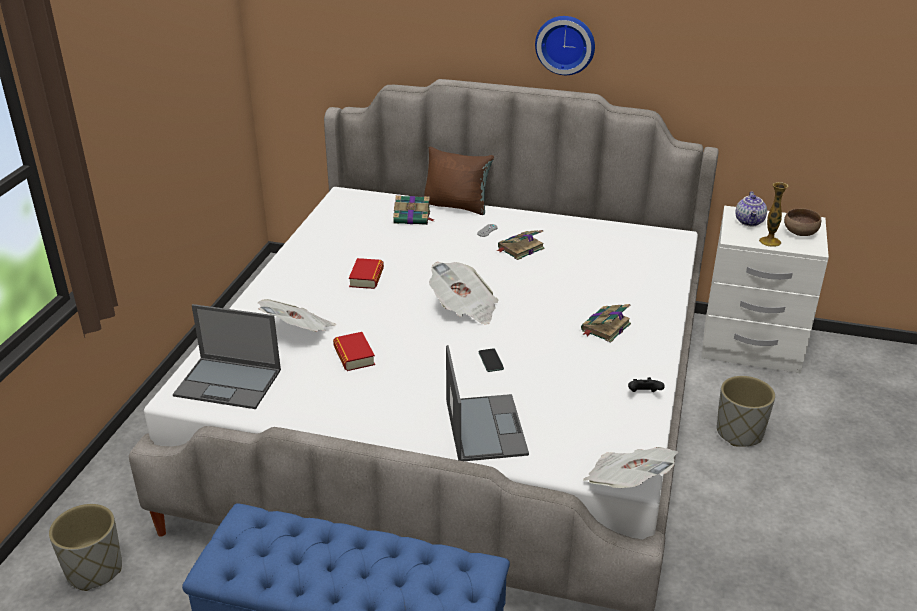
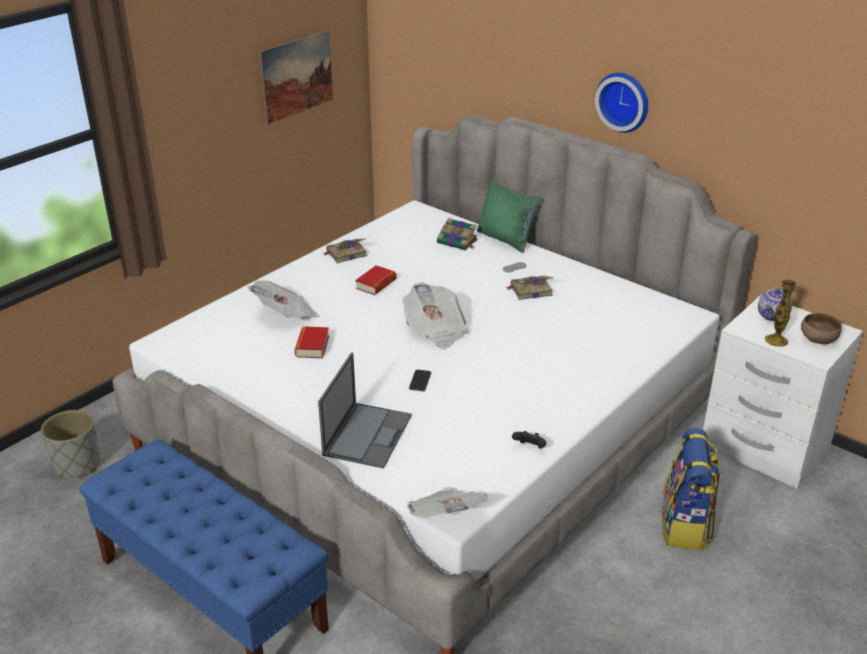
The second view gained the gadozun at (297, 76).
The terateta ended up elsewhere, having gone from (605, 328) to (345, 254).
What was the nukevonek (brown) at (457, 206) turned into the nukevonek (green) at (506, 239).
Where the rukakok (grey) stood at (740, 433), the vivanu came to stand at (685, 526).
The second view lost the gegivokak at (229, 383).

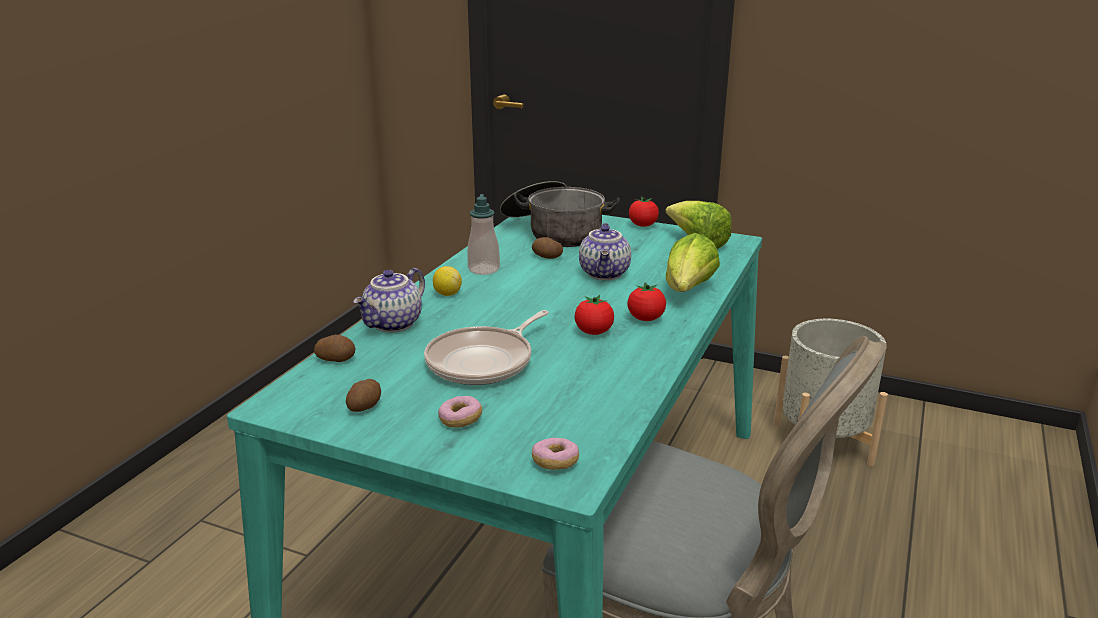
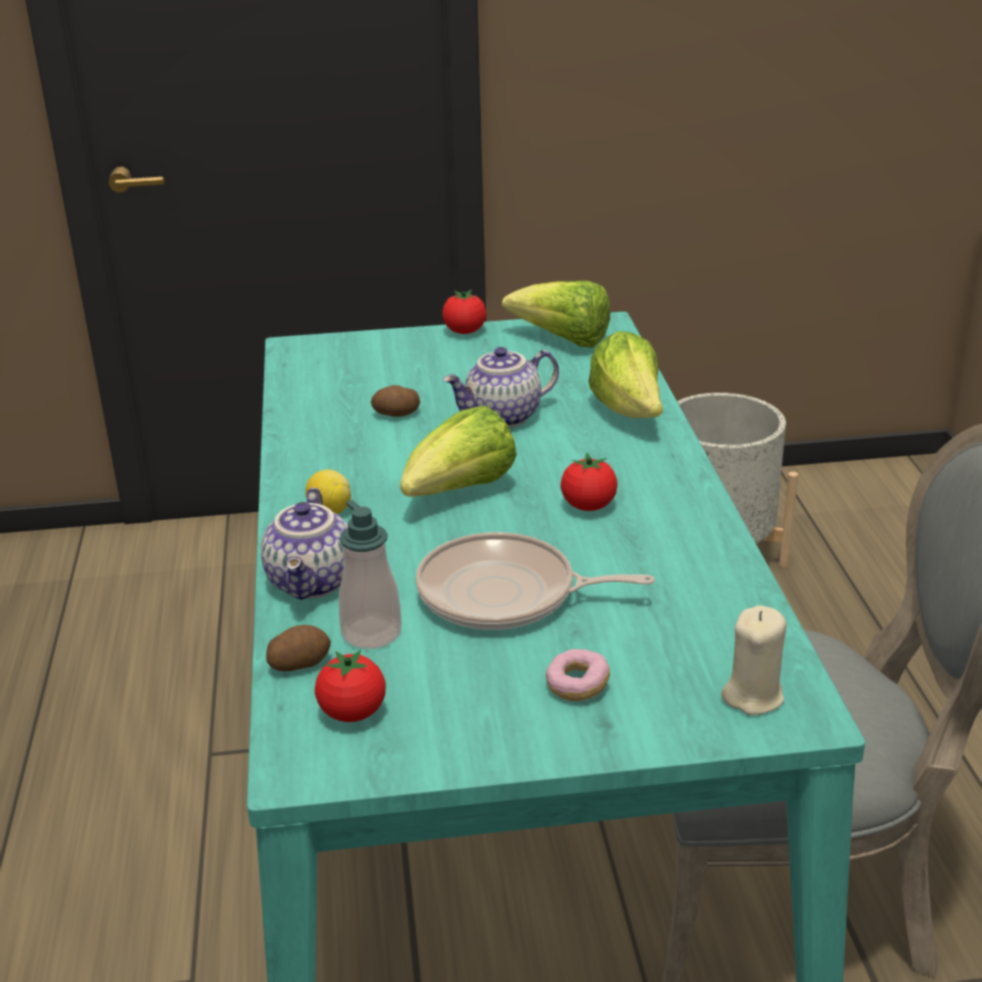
The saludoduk ended up elsewhere, having gone from (646, 319) to (352, 713).
The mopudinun ended up elsewhere, having gone from (484, 269) to (371, 633).
The second view gained the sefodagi at (460, 492).
The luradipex at (484, 362) ended up facing another way, 90 degrees clockwise from before.
The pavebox at (605, 274) ended up facing another way, 90 degrees clockwise from before.
Where the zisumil stood at (555, 462), the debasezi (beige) came to stand at (753, 696).
The second view lost the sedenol at (365, 407).
The second view lost the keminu at (554, 232).

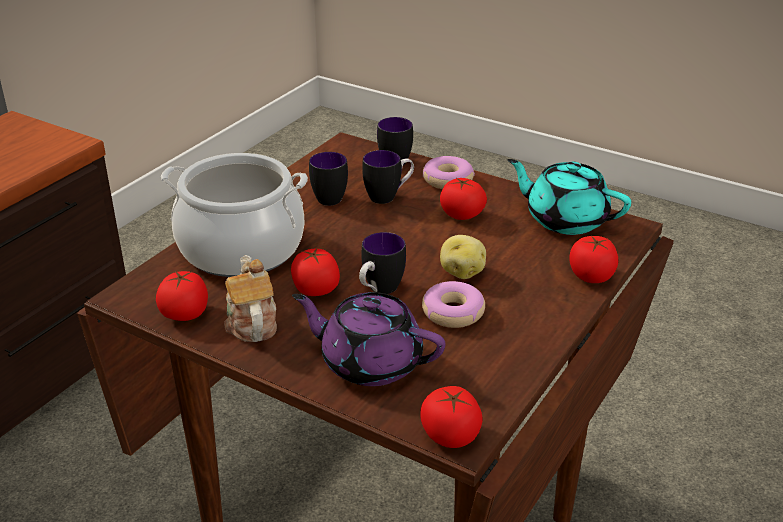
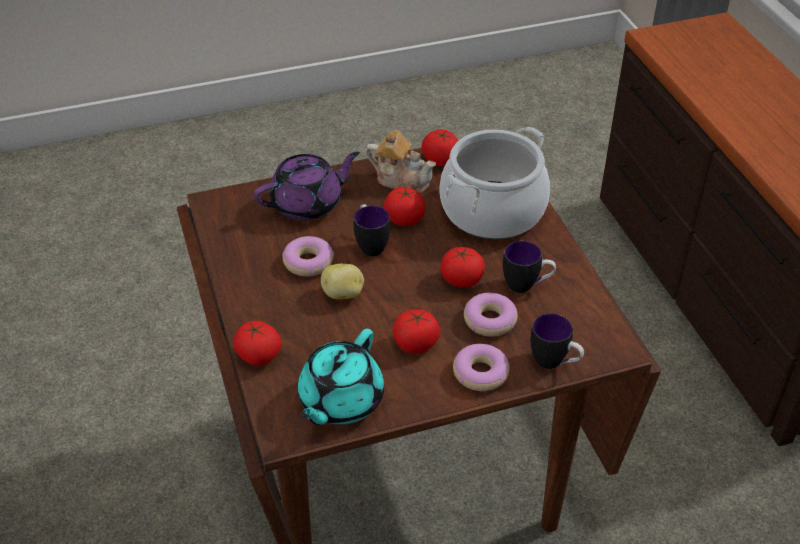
The pavebox (turquoise) at (565, 219) ended up facing another way, 135 degrees clockwise from before.
The saludoduk ended up elsewhere, having gone from (450, 435) to (461, 280).
Where the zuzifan stood at (388, 196), the zisumil came to stand at (490, 320).

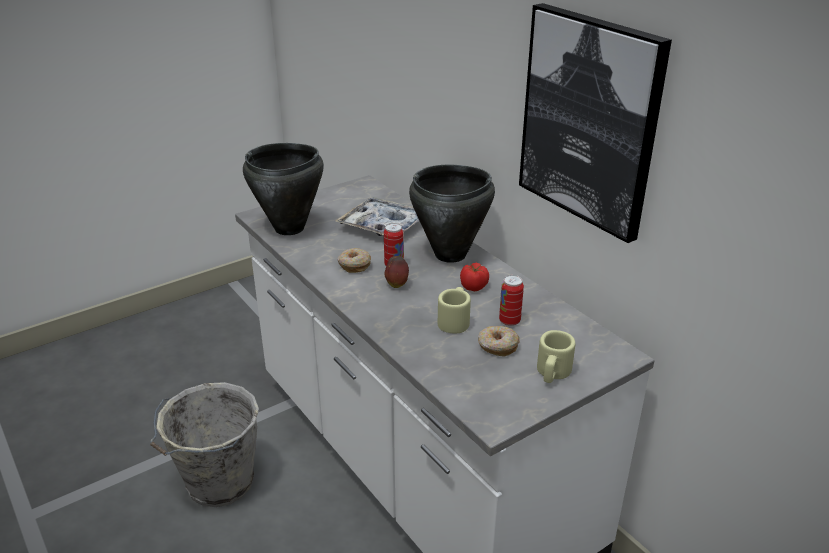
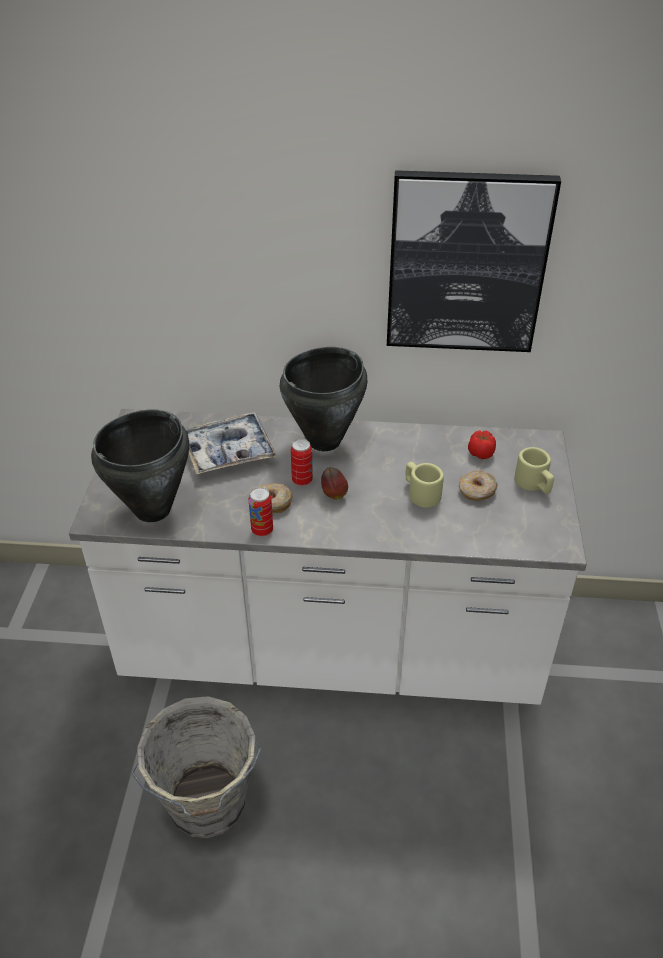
The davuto ended up elsewhere, having gone from (509, 321) to (262, 530).
The saludoduk ended up elsewhere, having gone from (474, 286) to (481, 453).

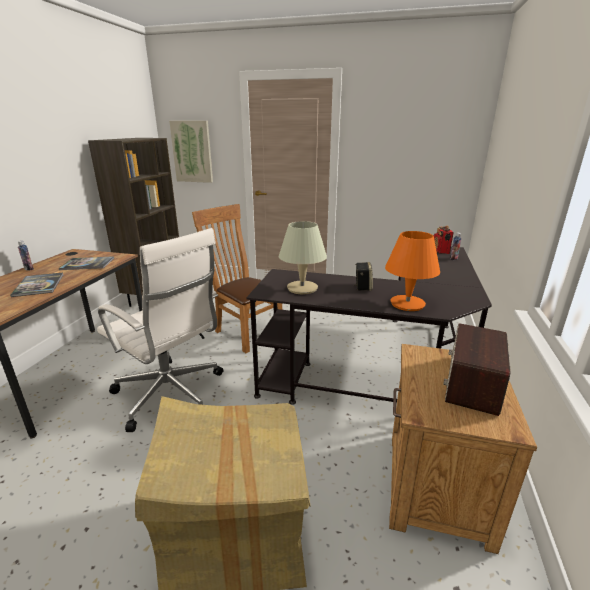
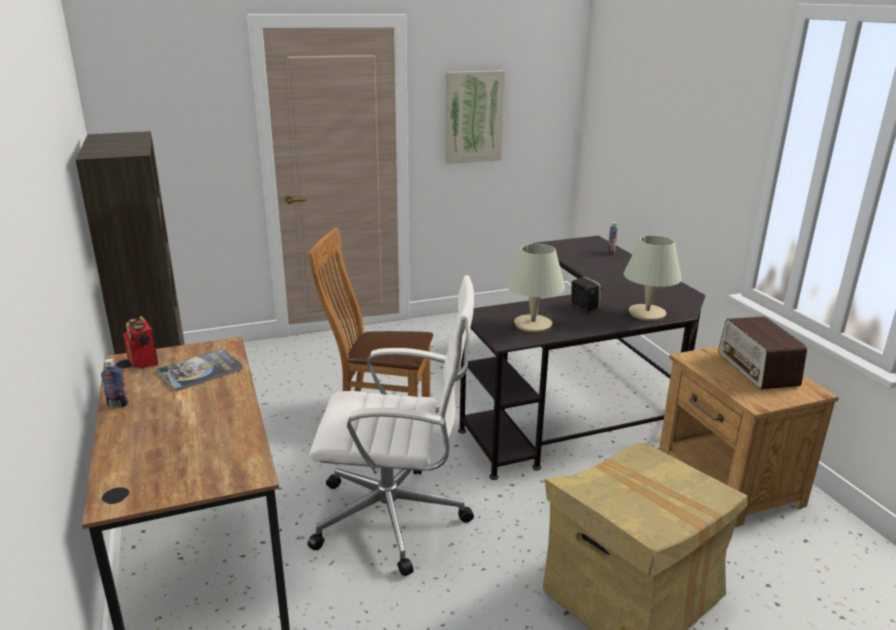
The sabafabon ended up elsewhere, having gone from (440, 251) to (143, 362).
The gadozun ended up elsewhere, having gone from (192, 152) to (473, 117).
What was the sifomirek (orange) at (407, 304) turned into the sifomirek (beige) at (647, 313).
The second view lost the terateta at (39, 285).

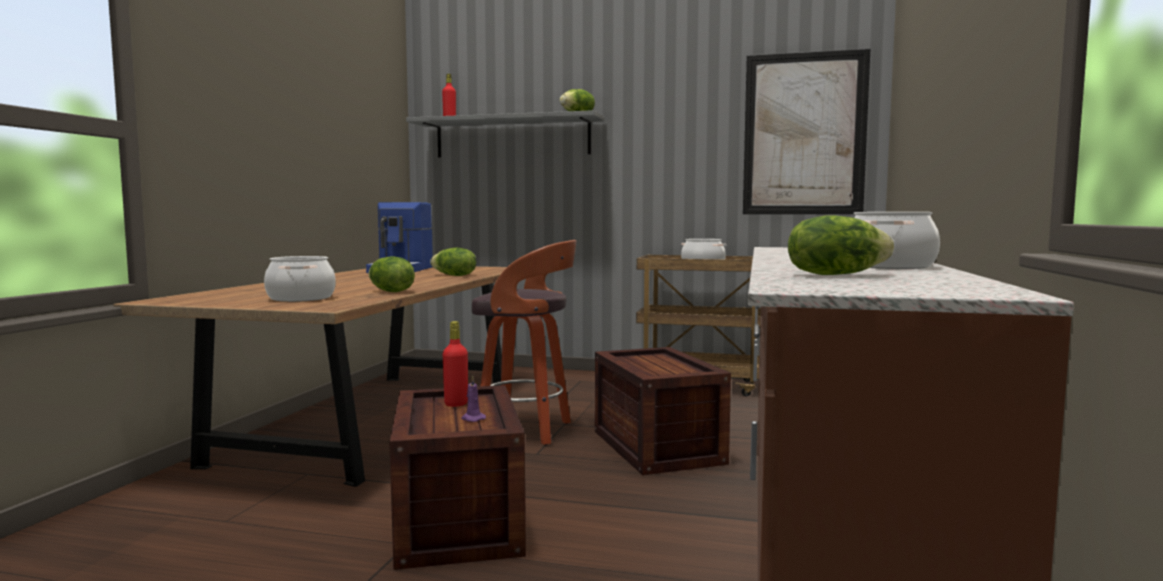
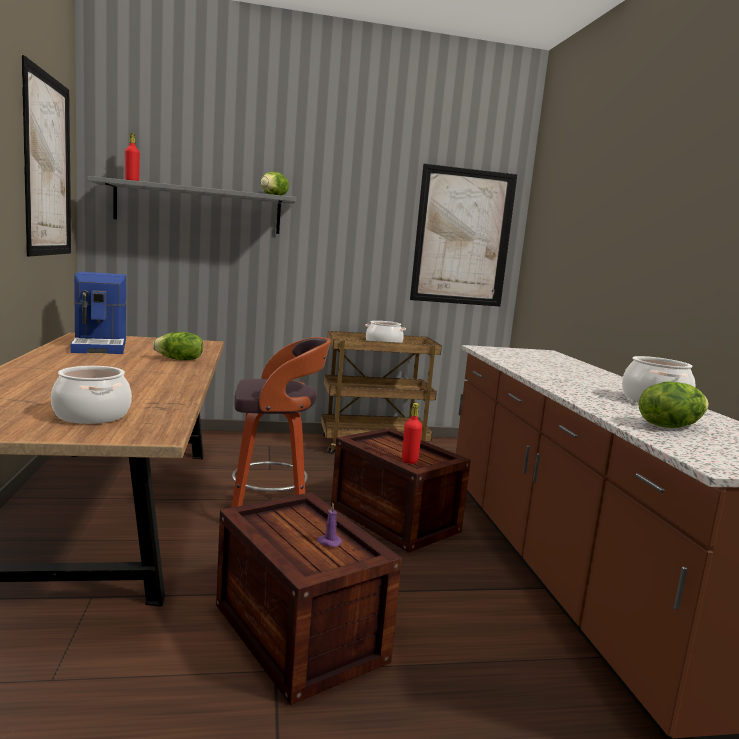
The second view gained the gadozun at (48, 166).
The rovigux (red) ended up elsewhere, having gone from (456, 404) to (409, 461).
The second view lost the sefodagi at (390, 291).

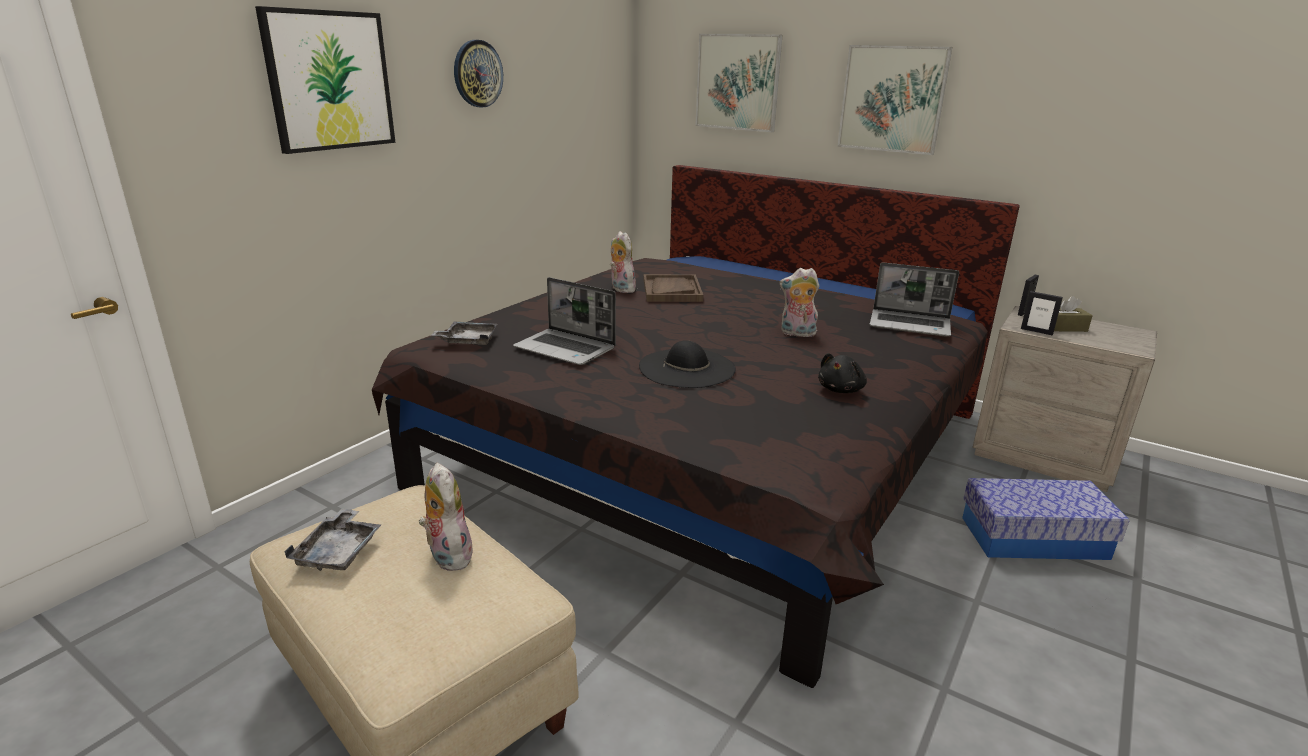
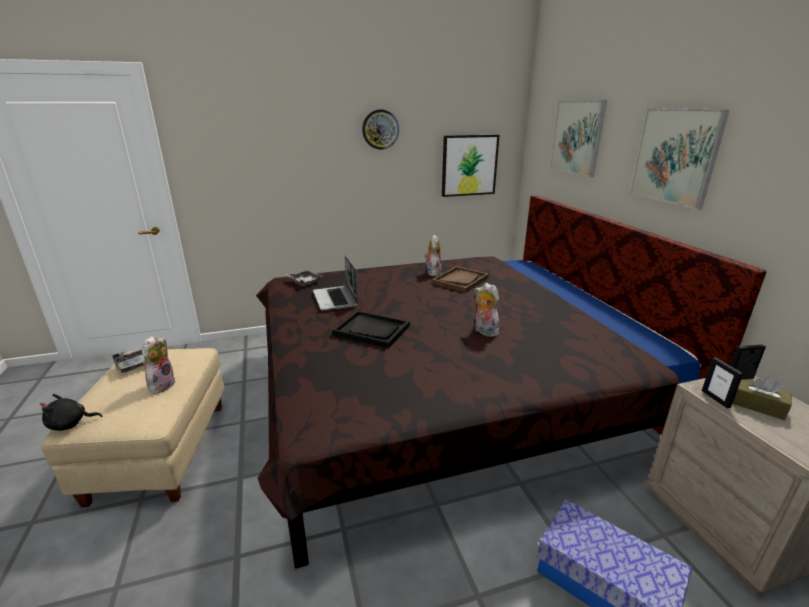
The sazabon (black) ended up elsewhere, having gone from (841, 389) to (70, 424).
Where the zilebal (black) stood at (687, 368), the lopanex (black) came to stand at (372, 330).
The gadozun ended up elsewhere, having gone from (329, 81) to (469, 165).
The second view lost the gegivokak at (910, 325).

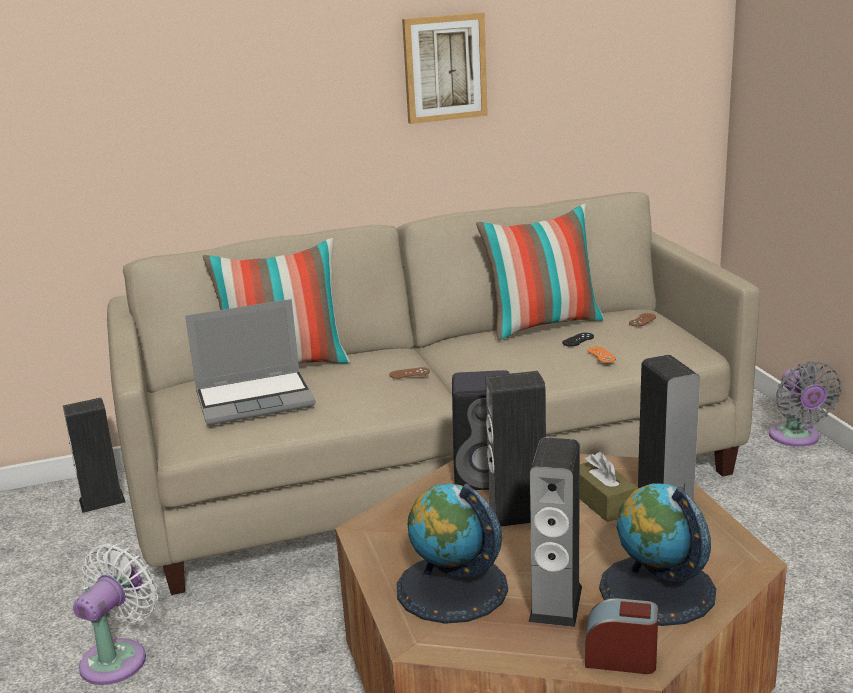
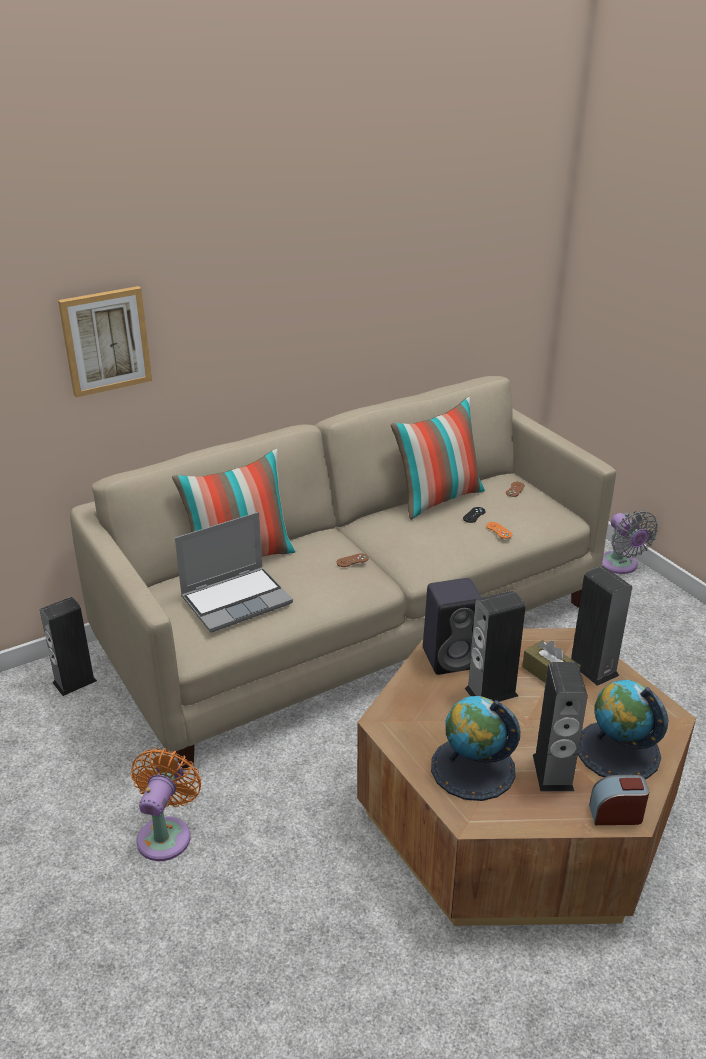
The gadozun ended up elsewhere, having gone from (444, 68) to (105, 340).
What was the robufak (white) at (118, 657) turned into the robufak (orange) at (166, 834).

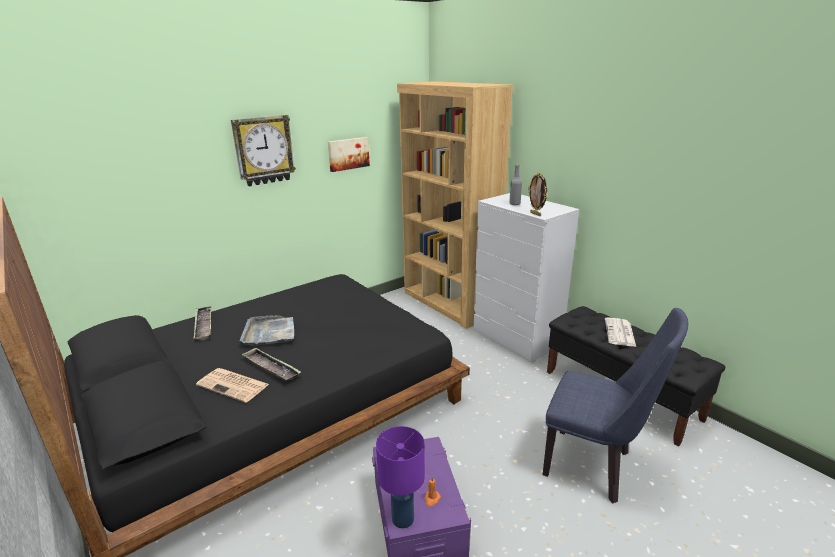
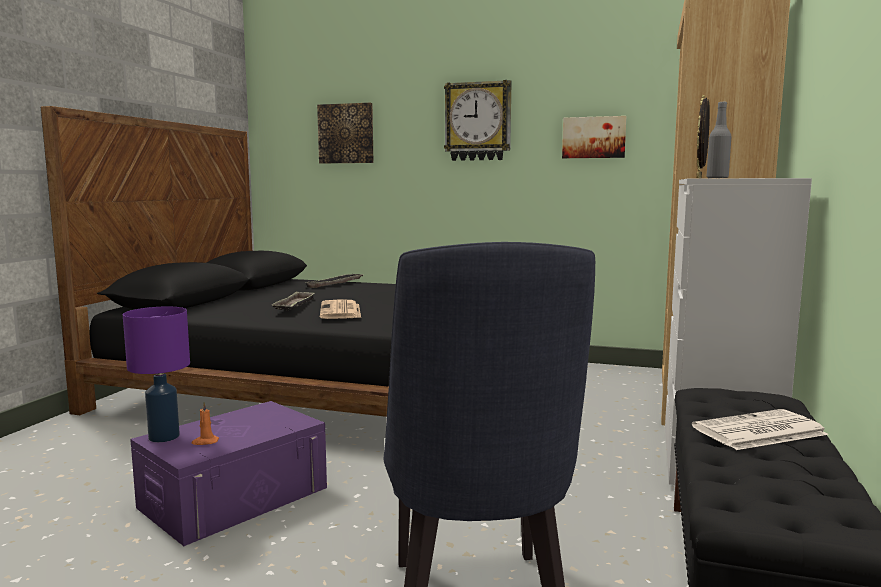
The second view gained the gadozun at (346, 133).
The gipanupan ended up elsewhere, having gone from (234, 385) to (341, 311).
The second view lost the lopanex (grey) at (269, 333).

